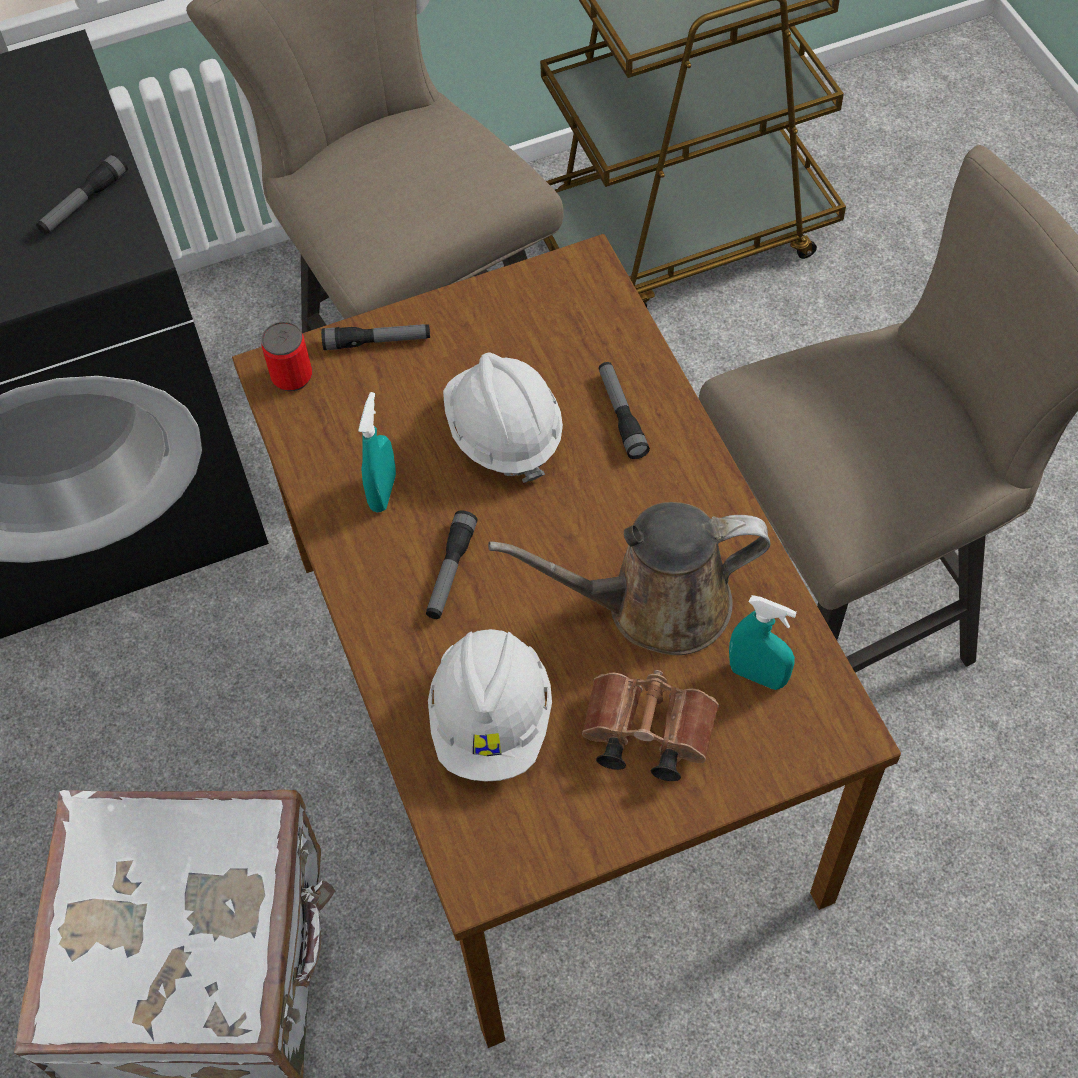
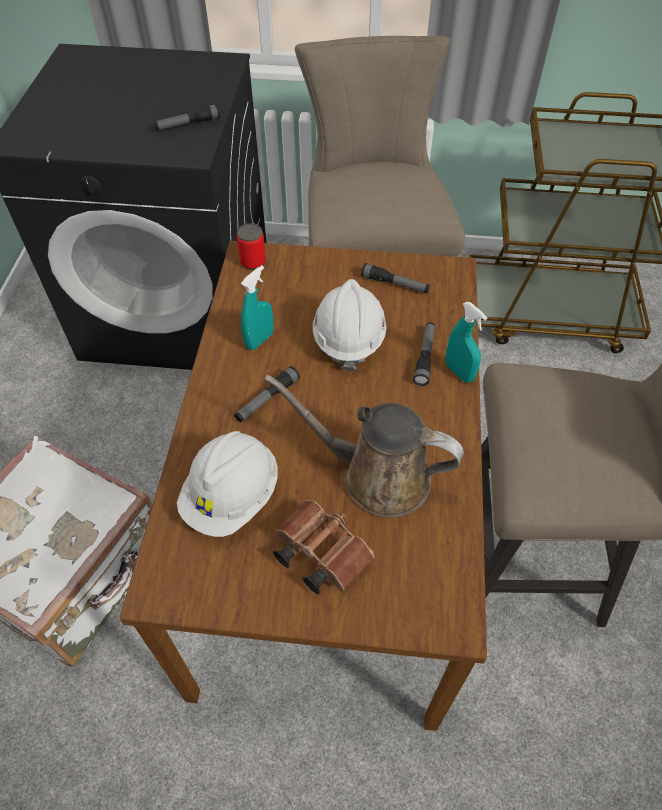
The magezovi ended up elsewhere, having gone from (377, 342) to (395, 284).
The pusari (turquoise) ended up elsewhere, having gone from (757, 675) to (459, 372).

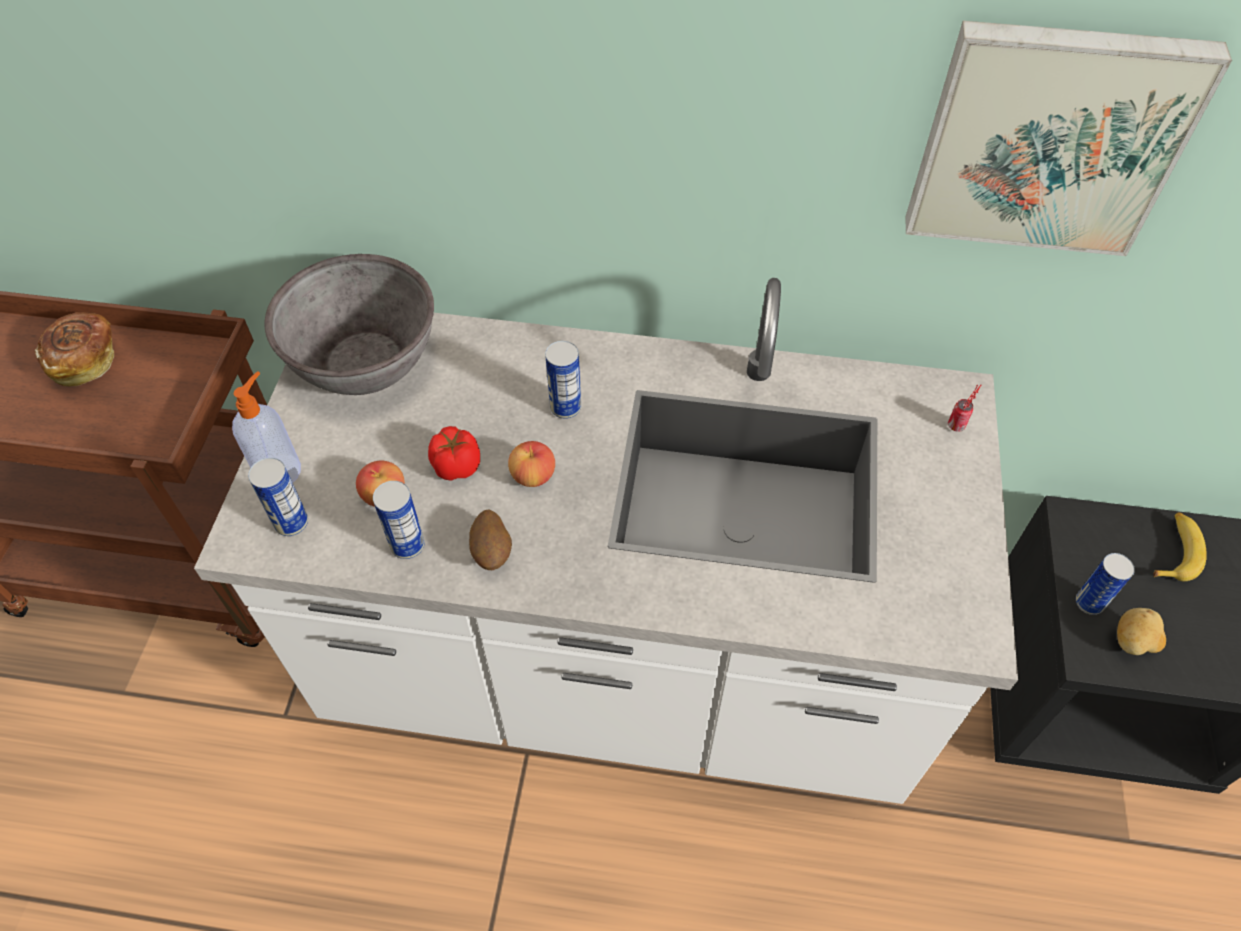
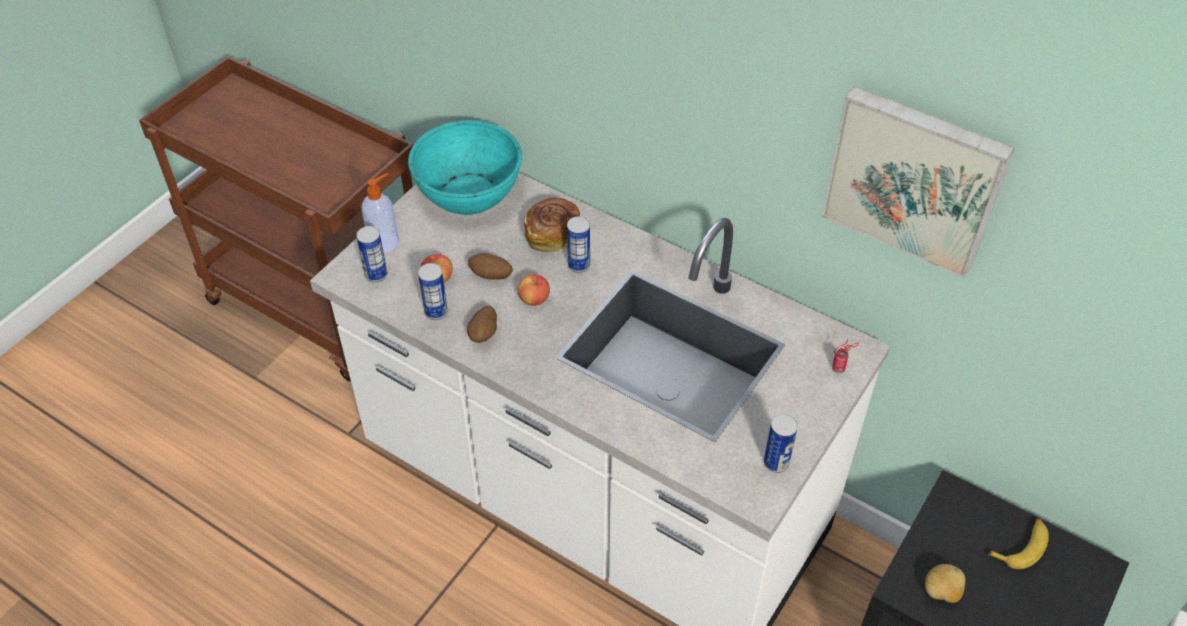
What was the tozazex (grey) at (364, 361) turned into the tozazex (turquoise) at (469, 193).
Where the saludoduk stood at (456, 465), the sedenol came to stand at (491, 276).
The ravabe ended up elsewhere, having gone from (85, 360) to (552, 234).
The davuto ended up elsewhere, having gone from (1089, 603) to (776, 463).

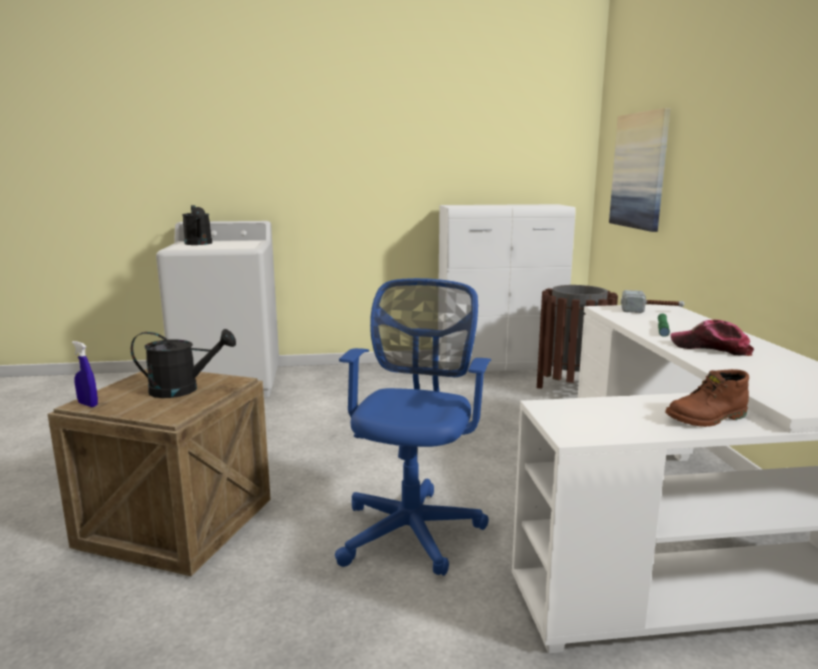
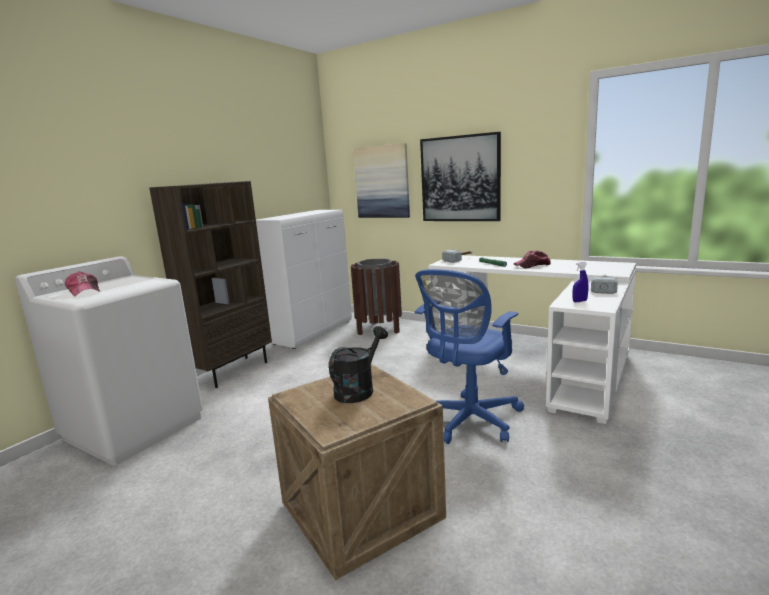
Where the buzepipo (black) stood at (199, 244), the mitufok came to stand at (84, 291).
The second view gained the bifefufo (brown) at (232, 371).
The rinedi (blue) at (412, 528) ended up facing another way, 105 degrees counterclockwise from before.
The second view gained the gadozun at (460, 179).
The pusari (blue) ended up elsewhere, having gone from (88, 404) to (579, 301).
Where the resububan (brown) stood at (707, 419), the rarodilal came to stand at (603, 288).

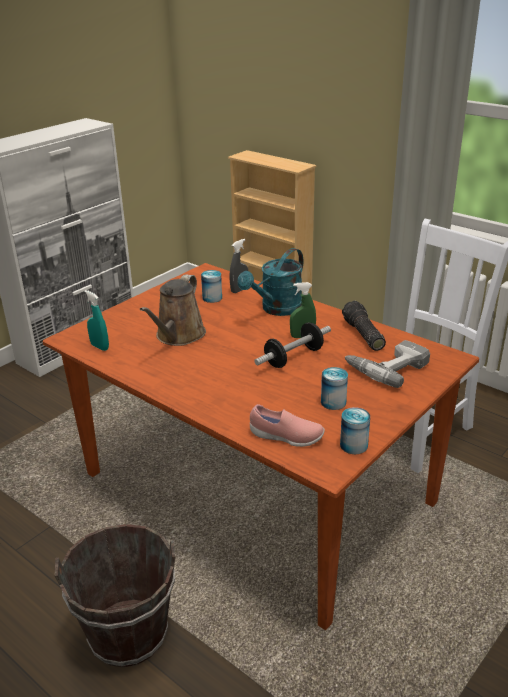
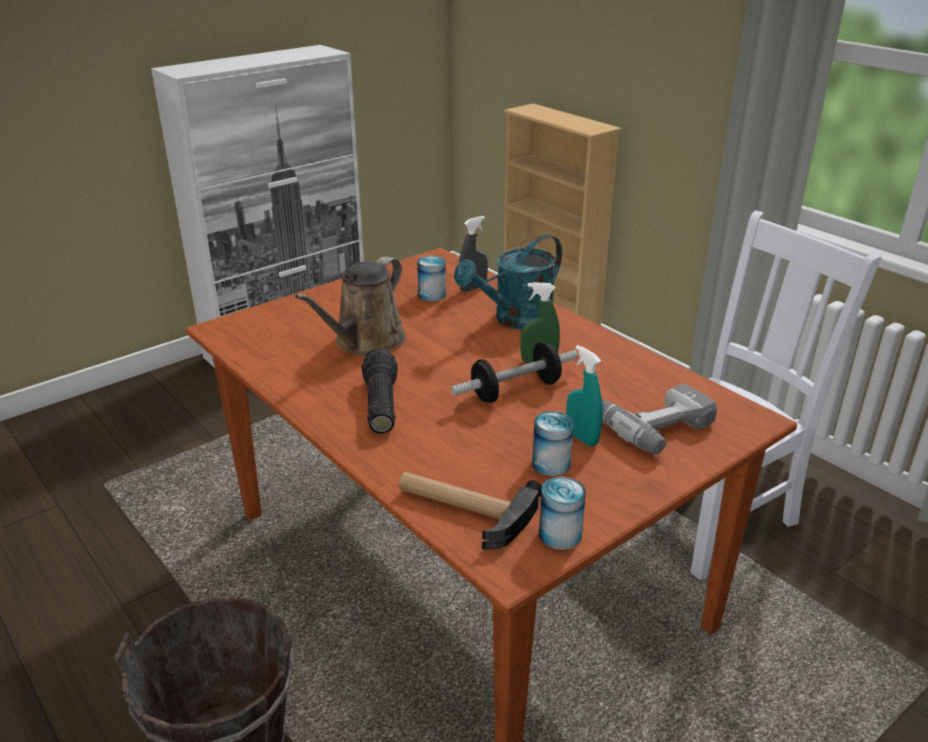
The magezovi ended up elsewhere, having gone from (362, 334) to (379, 404).
Where the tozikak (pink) stood at (286, 437), the rarodilal came to stand at (462, 508).
The pusari (turquoise) ended up elsewhere, having gone from (99, 347) to (581, 438).

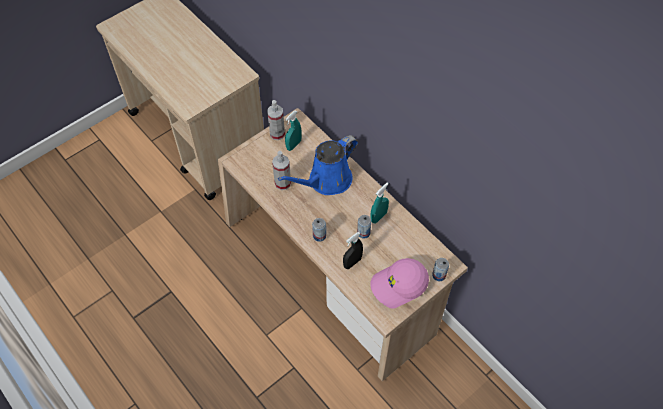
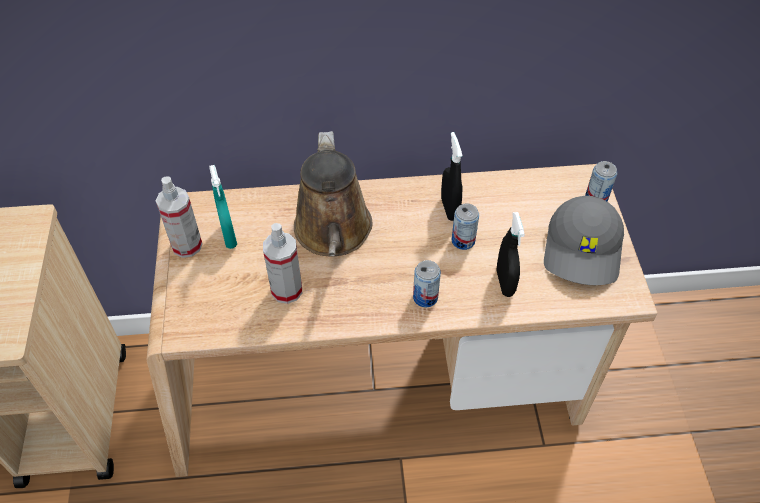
What was the buzepipo (blue) at (326, 181) turned into the buzepipo (brown) at (333, 233).
What was the pusari (turquoise) at (378, 217) turned into the pusari (black) at (449, 208).
What was the mitufok (pink) at (399, 286) turned into the mitufok (grey) at (584, 251).

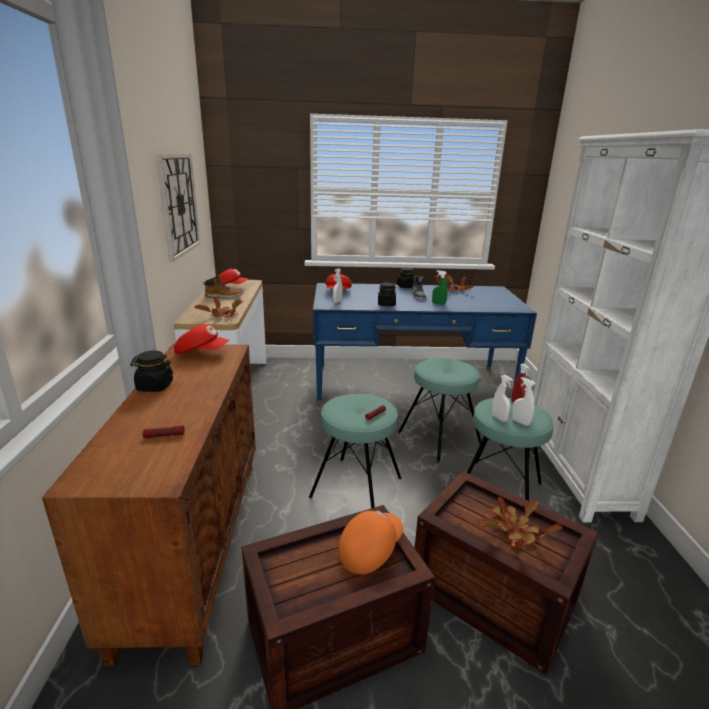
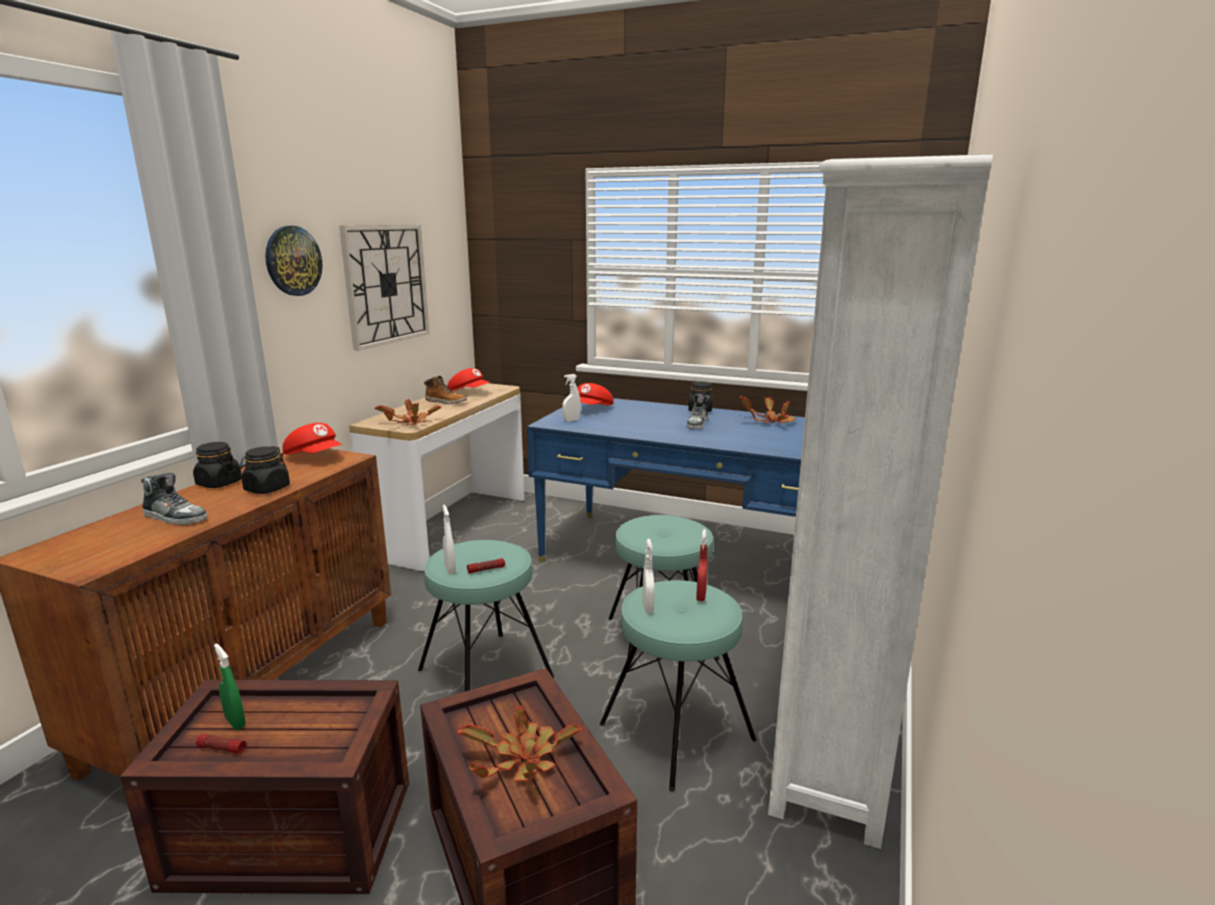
The second view gained the tozikak at (175, 517).
The magezovi ended up elsewhere, having gone from (164, 436) to (221, 749).
The pusari (green) ended up elsewhere, having gone from (438, 303) to (235, 722).
The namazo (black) ended up elsewhere, having gone from (386, 304) to (267, 489).
The second view gained the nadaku at (293, 261).
The pusari (white) ended up elsewhere, having gone from (520, 422) to (450, 569).
The second view lost the mitufok (orange) at (370, 549).

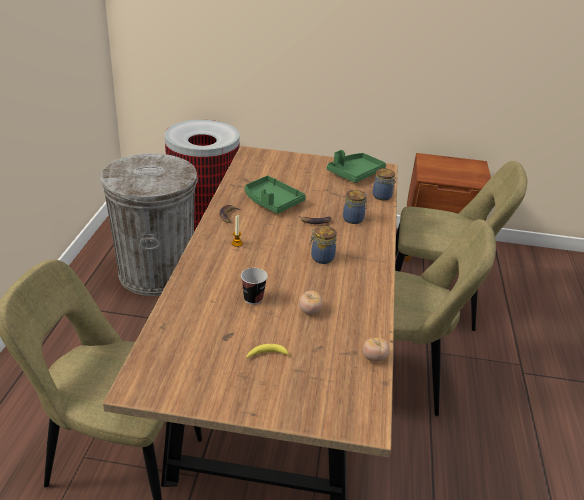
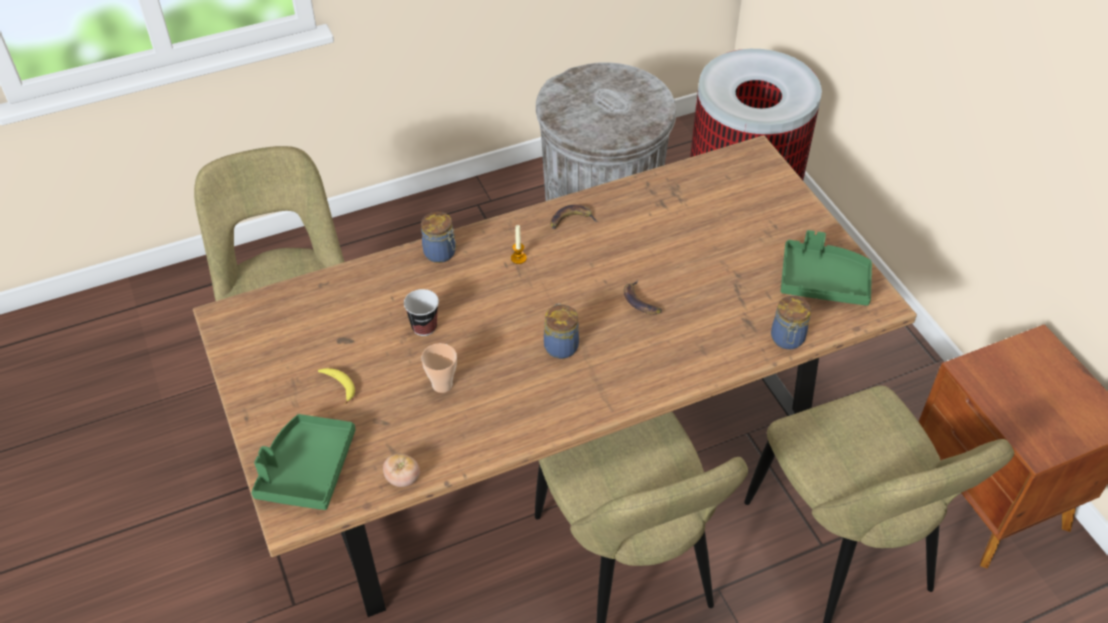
The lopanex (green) ended up elsewhere, having gone from (272, 202) to (306, 469).
The namazo ended up elsewhere, having gone from (354, 219) to (441, 253).
Where the saludoduk stood at (309, 311), the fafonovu came to stand at (442, 385).

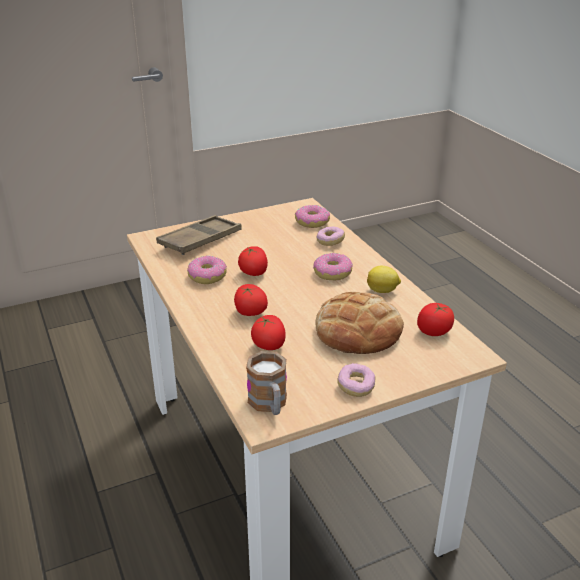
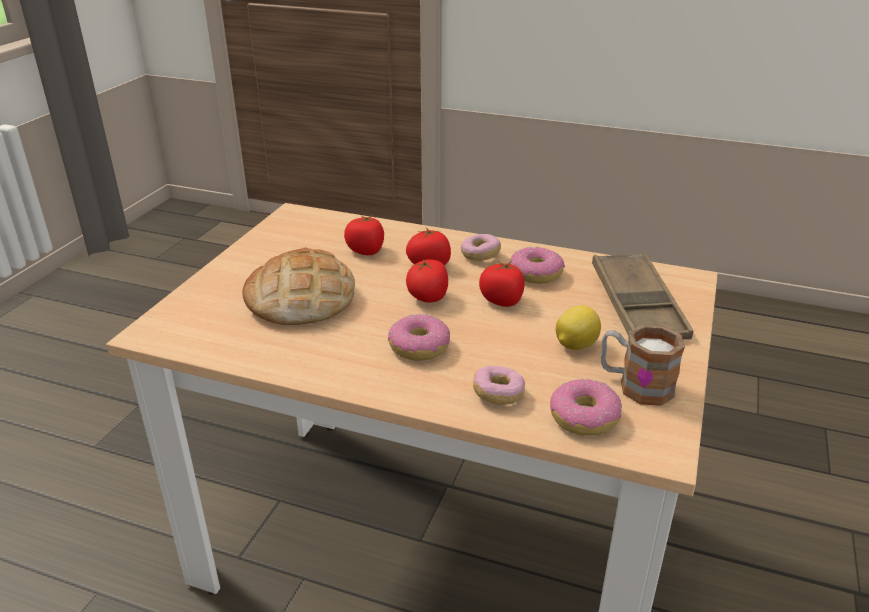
The saludoduk ended up elsewhere, having gone from (434, 331) to (428, 297).
The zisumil ended up elsewhere, having gone from (355, 387) to (480, 255).
The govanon ended up elsewhere, having gone from (382, 291) to (575, 345).
The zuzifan ended up elsewhere, having gone from (269, 404) to (635, 385).

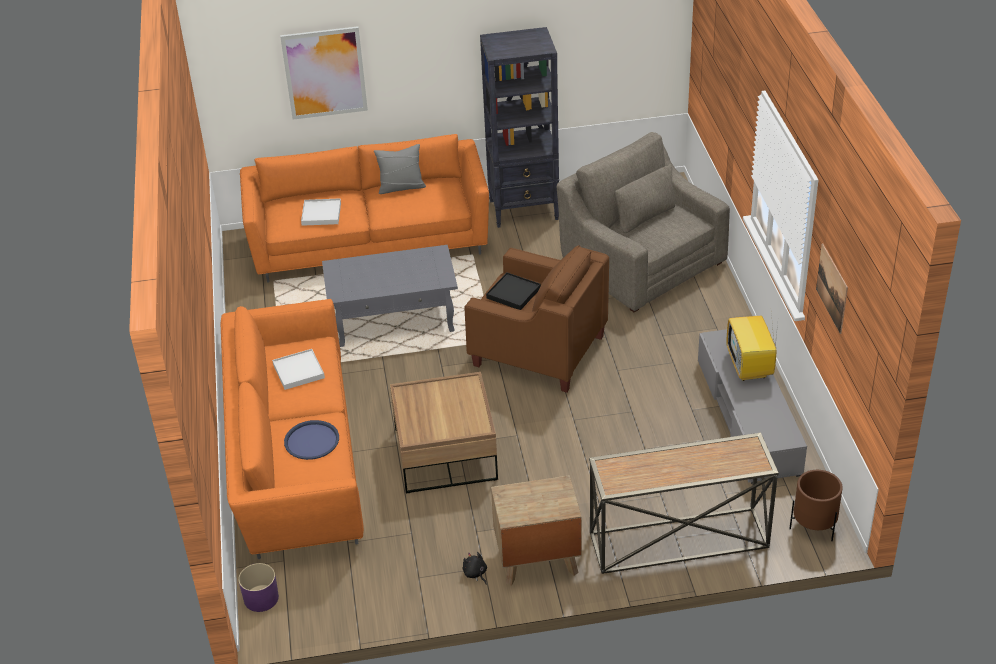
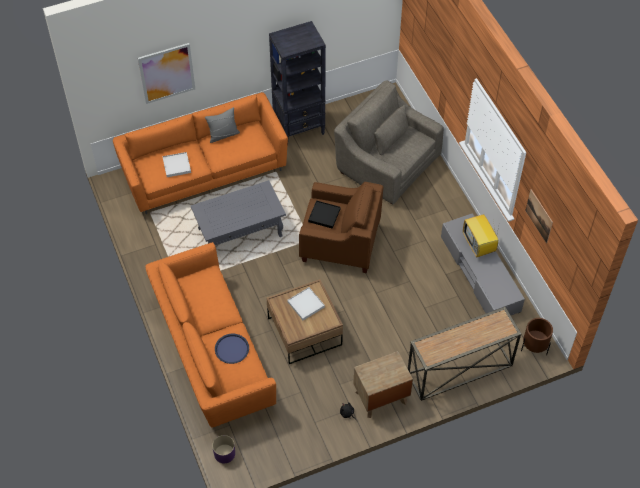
The lopanex (white) ended up elsewhere, having gone from (299, 371) to (306, 304).

